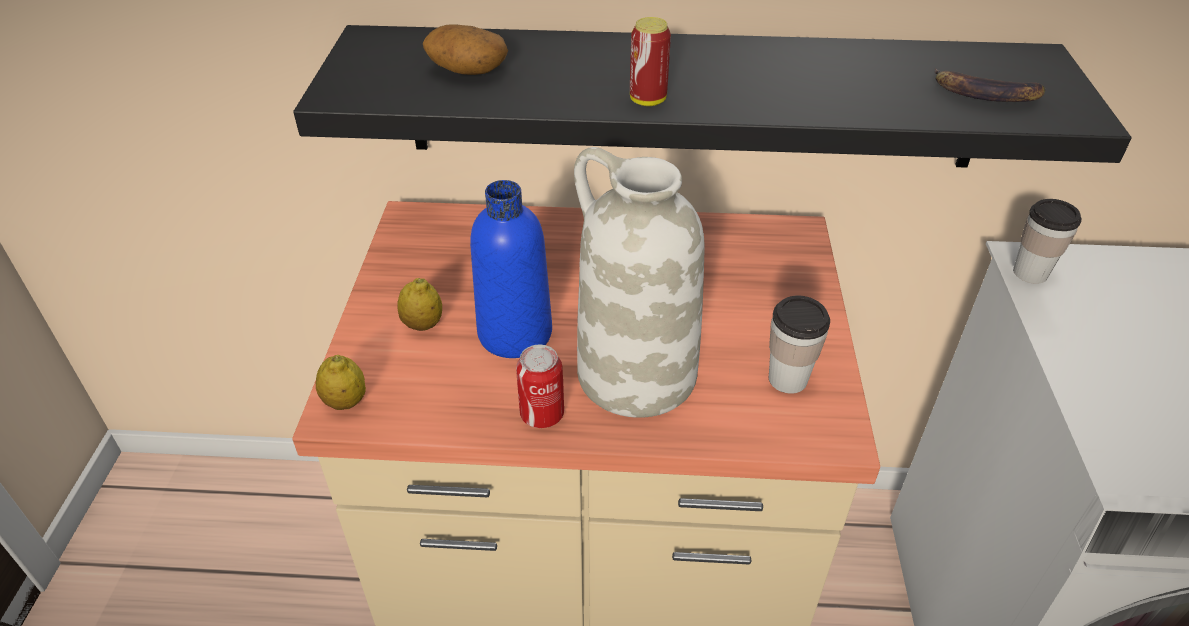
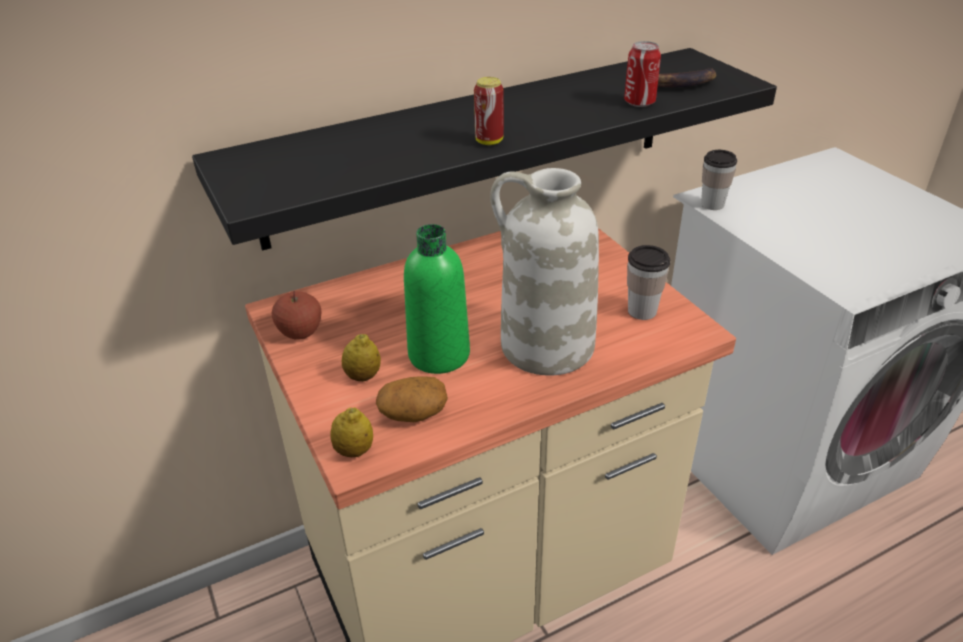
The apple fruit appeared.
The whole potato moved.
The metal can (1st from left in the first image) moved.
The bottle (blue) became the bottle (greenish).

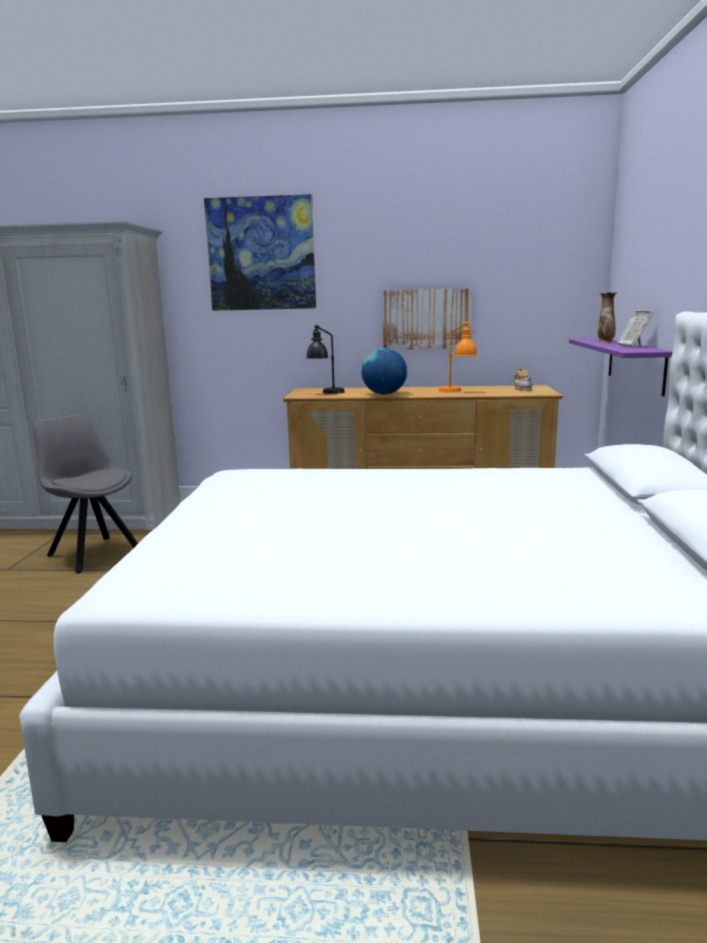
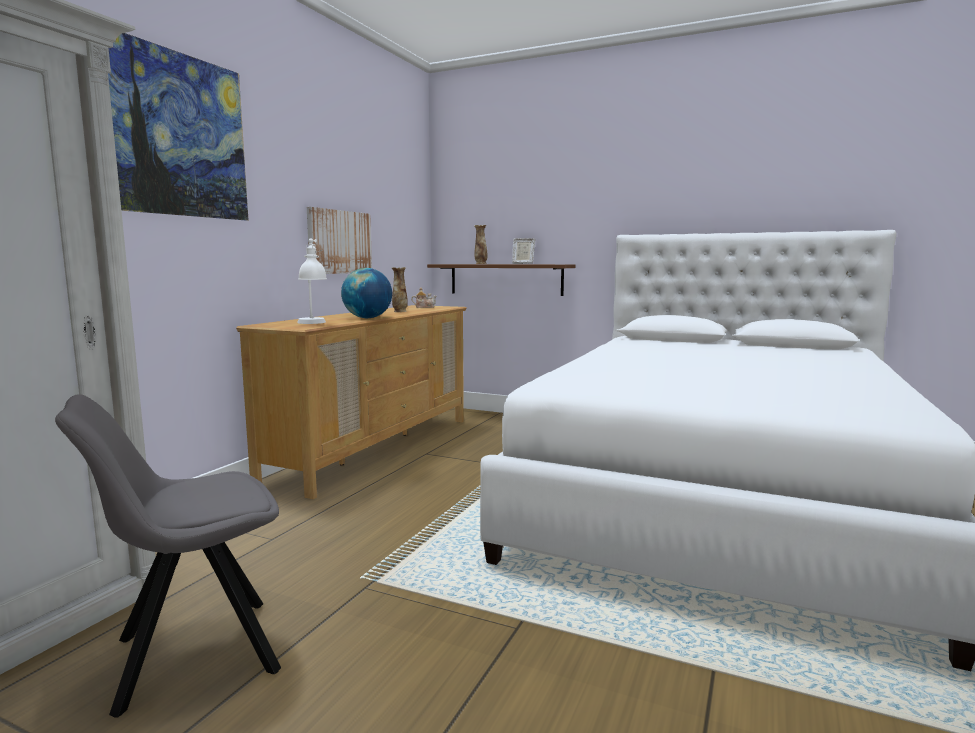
The table lamp (orangey) was replaced by the decorative vase (1st from left).
The table lamp (black) became the table lamp (whitish).
The shelf (purple) became the shelf (brownish).

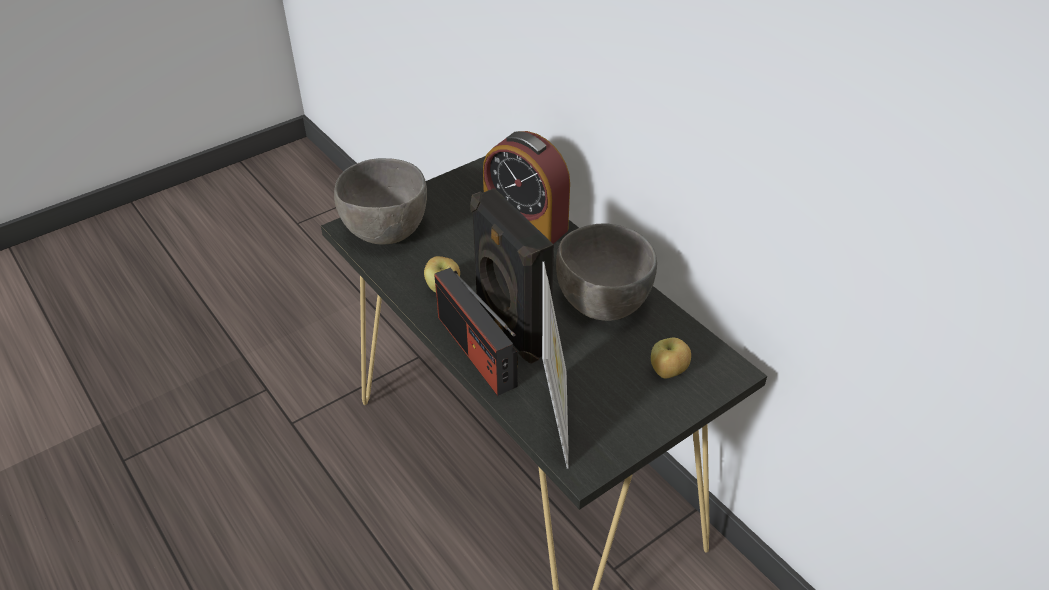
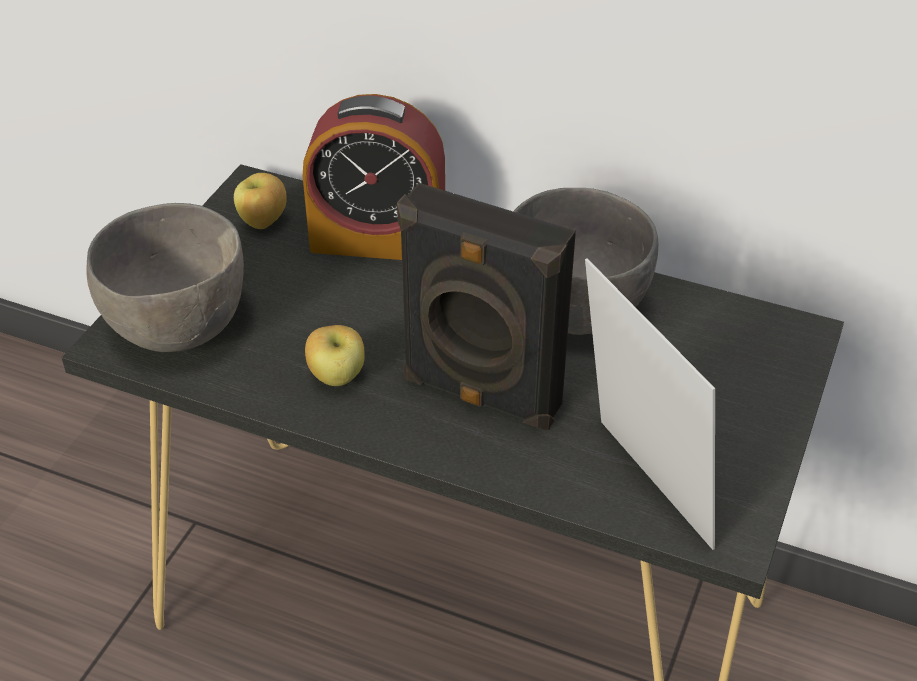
The radio receiver disappeared.
The apple fruit (2nd from left in the first image) moved.

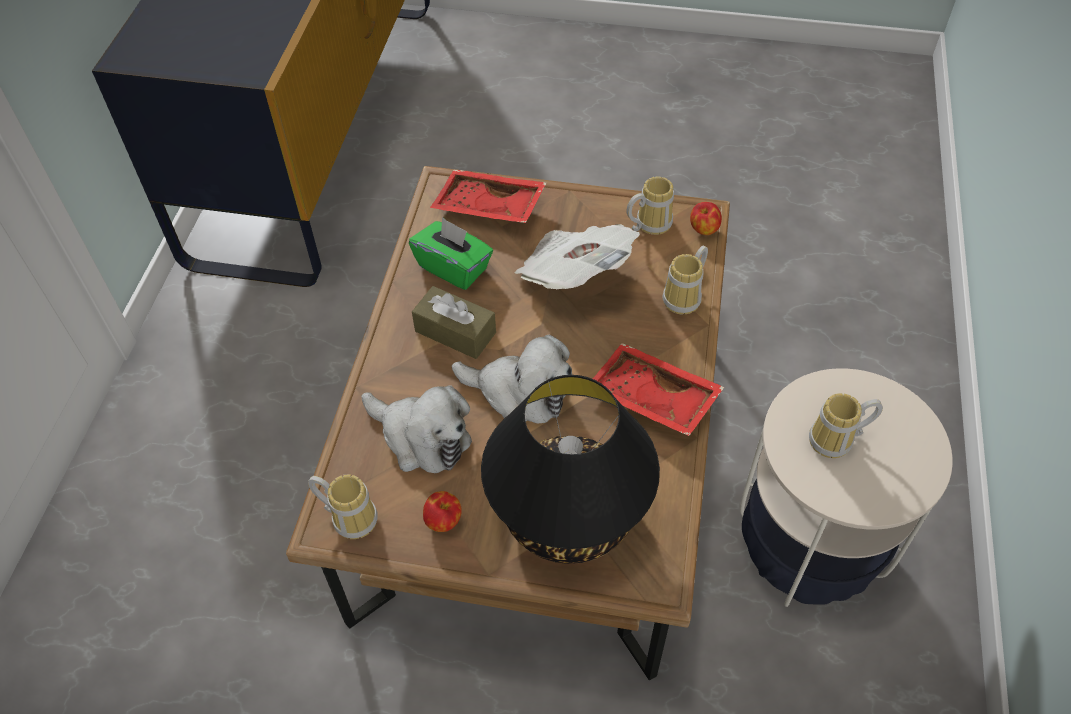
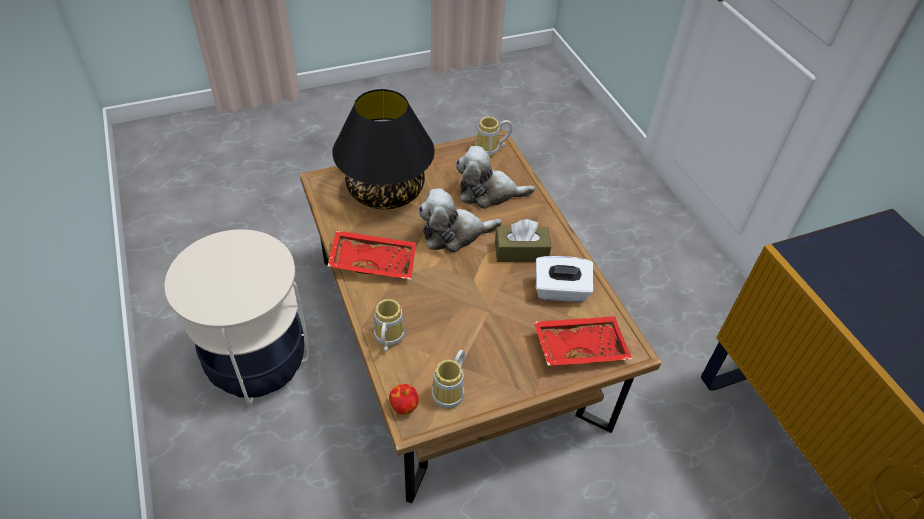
The apple fruit (1st from left) disappeared.
The newspaper disappeared.
The tea mug (4th from left) disappeared.
The tissue holder (greenish) became the tissue holder (whitish).

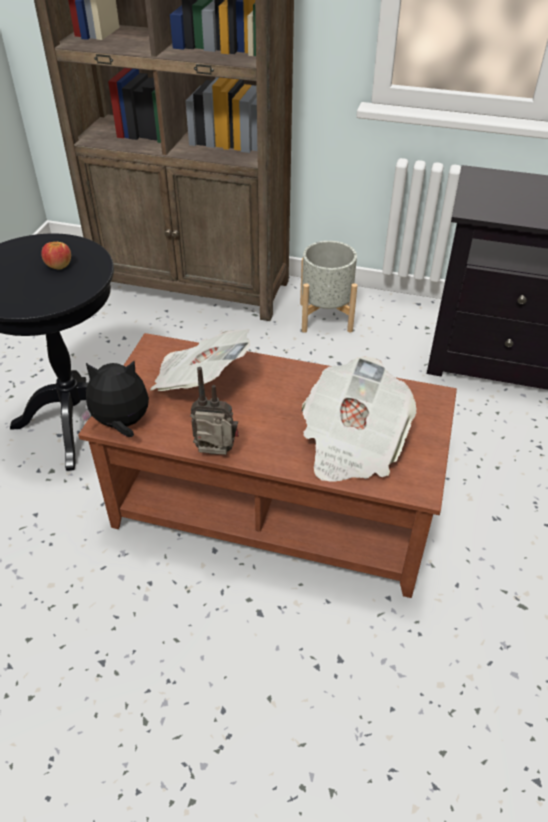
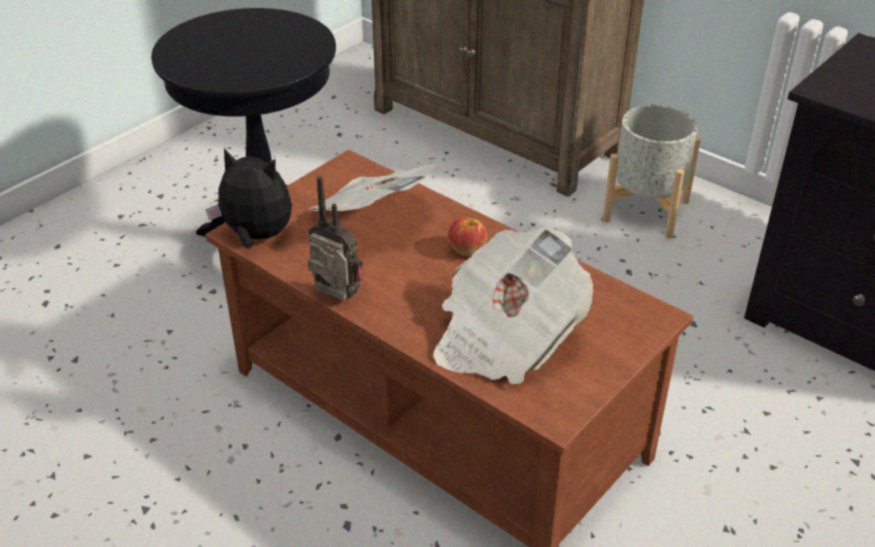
The apple fruit moved.

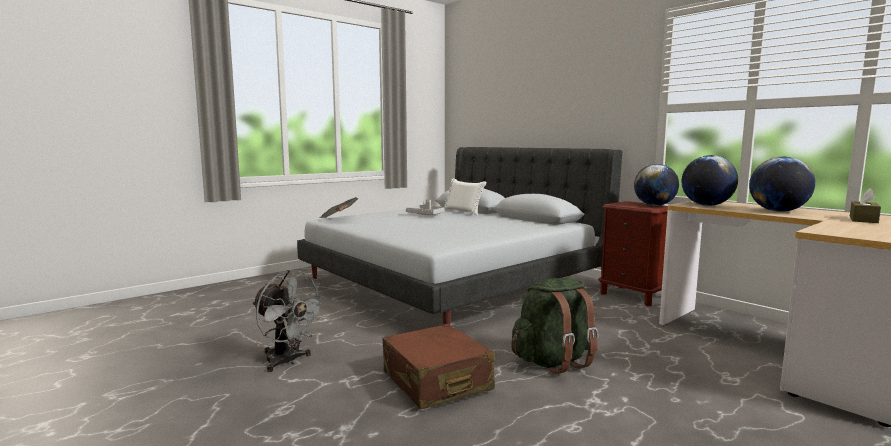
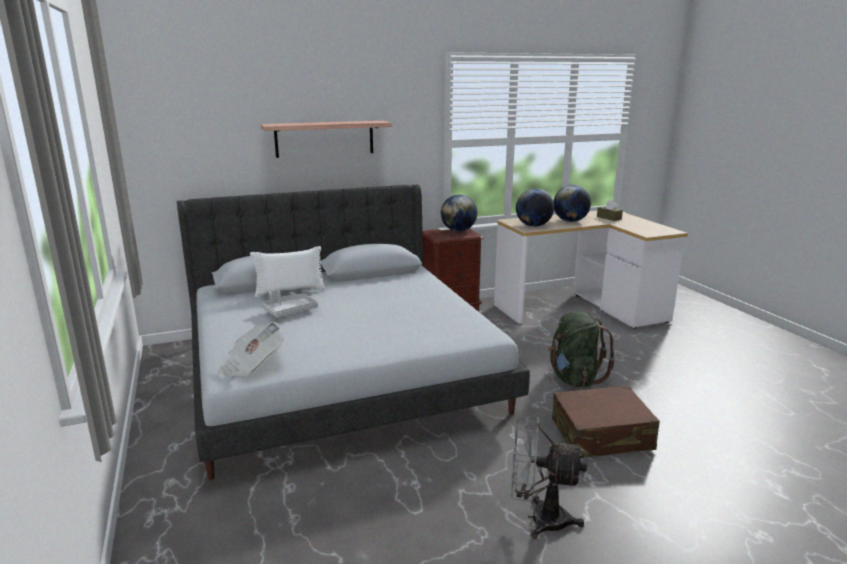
The shelf appeared.
The cooling fan (gray) turned 135 degrees counterclockwise.

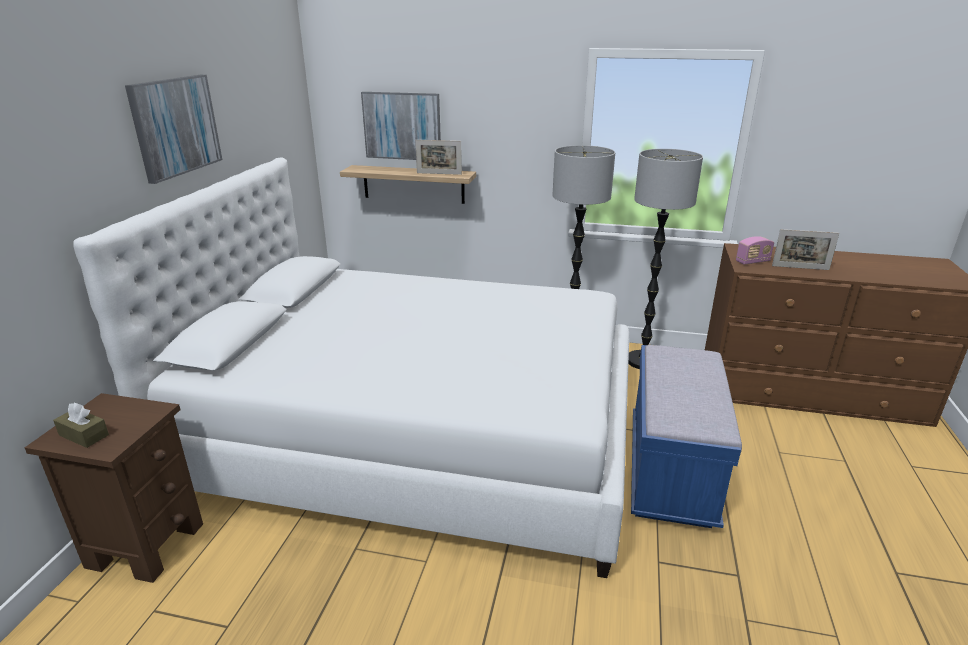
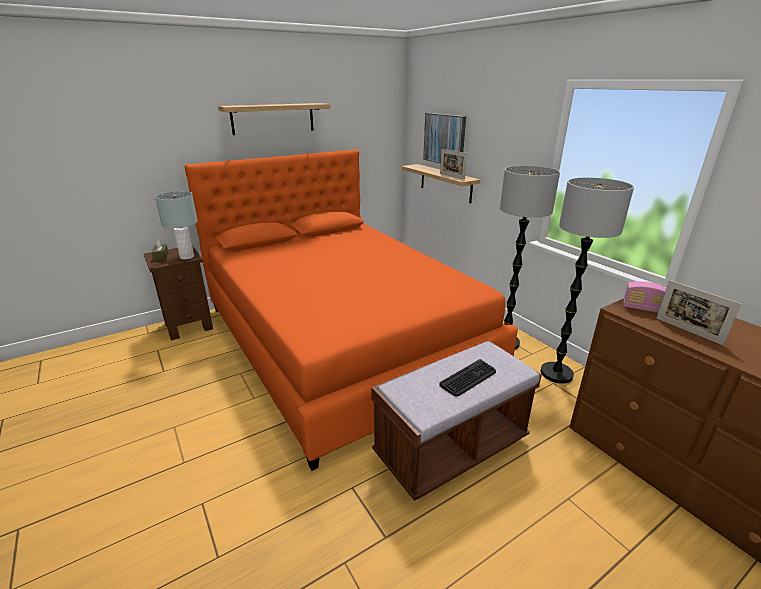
The table lamp (gray) appeared.
The PC keyboard appeared.
The picture (1st from left) was replaced by the shelf (1st from left).
The sleeping bed (whitish) became the sleeping bed (orangey).
The indoor bench (blue) became the indoor bench (brownish).

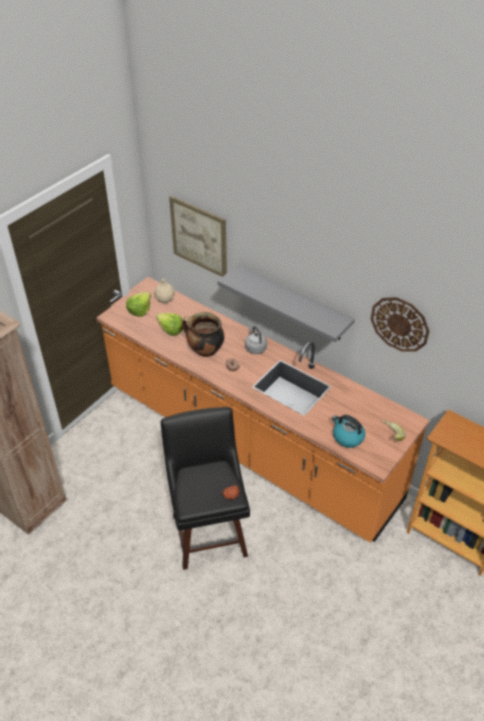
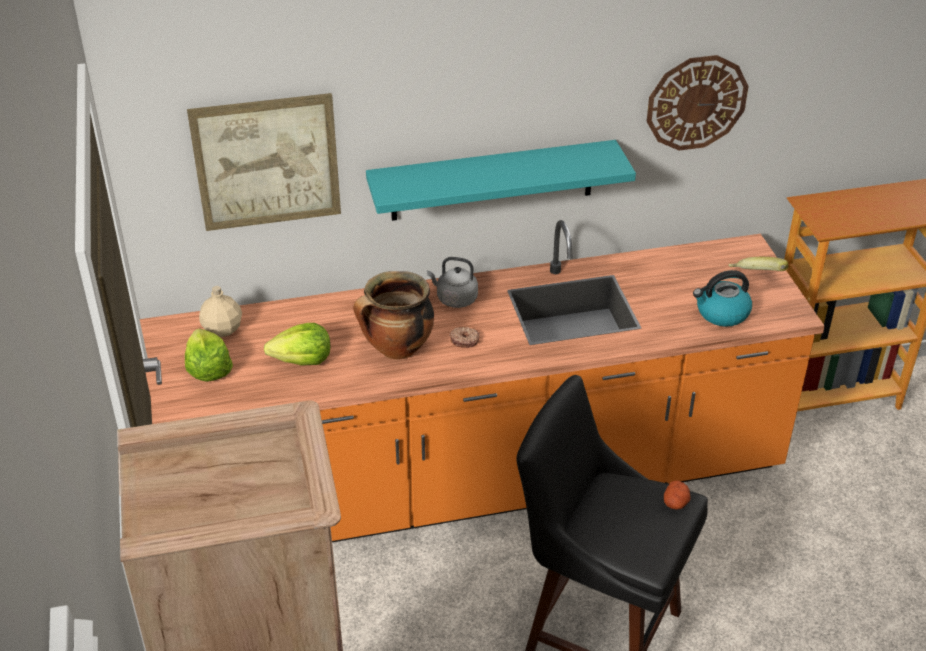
The shelf (gray) became the shelf (turquoise).

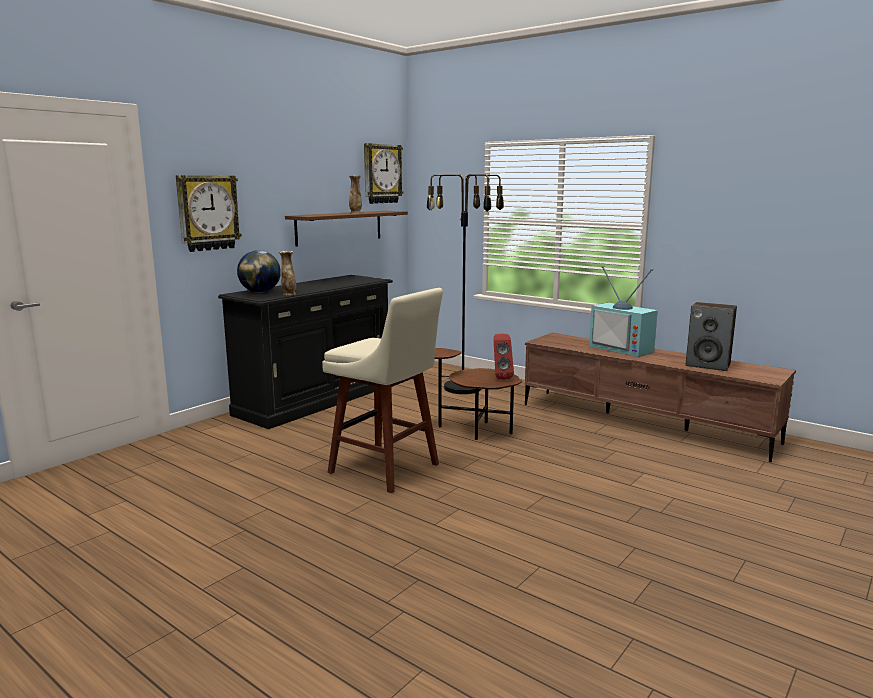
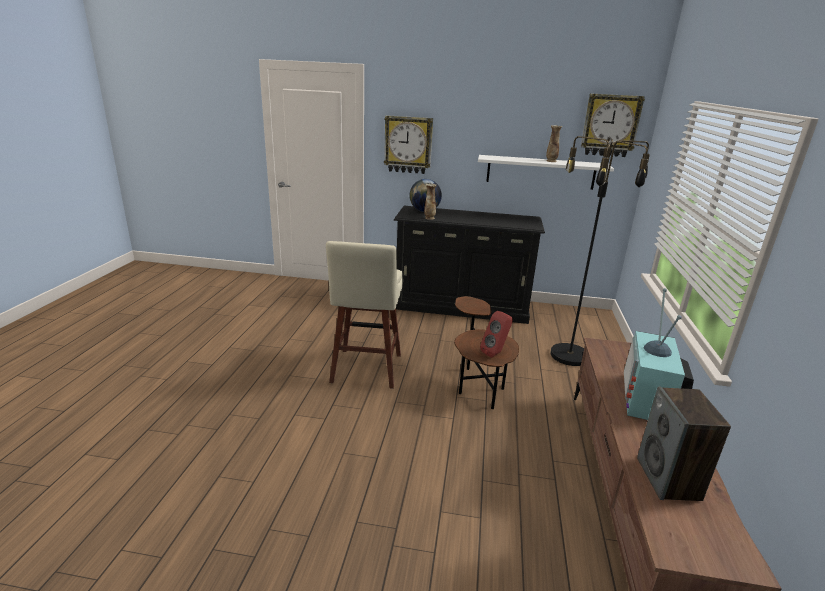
The shelf (brownish) became the shelf (whitish).

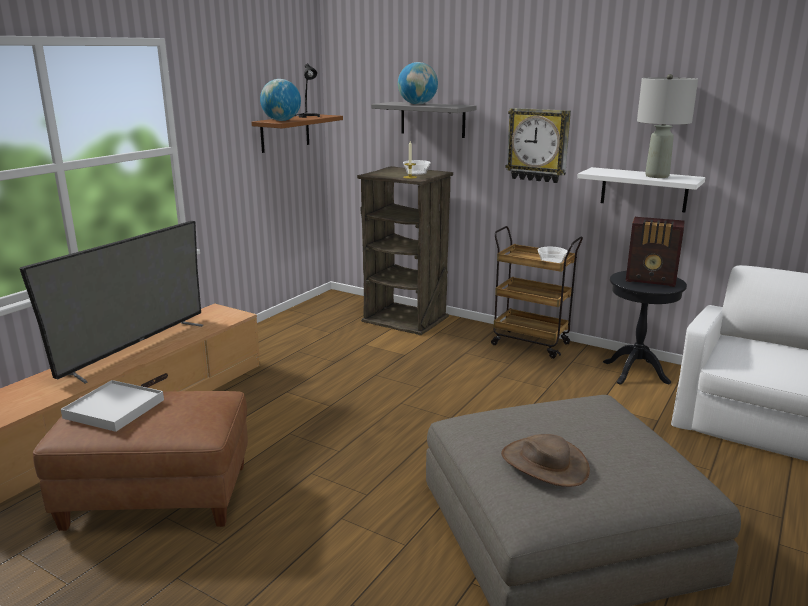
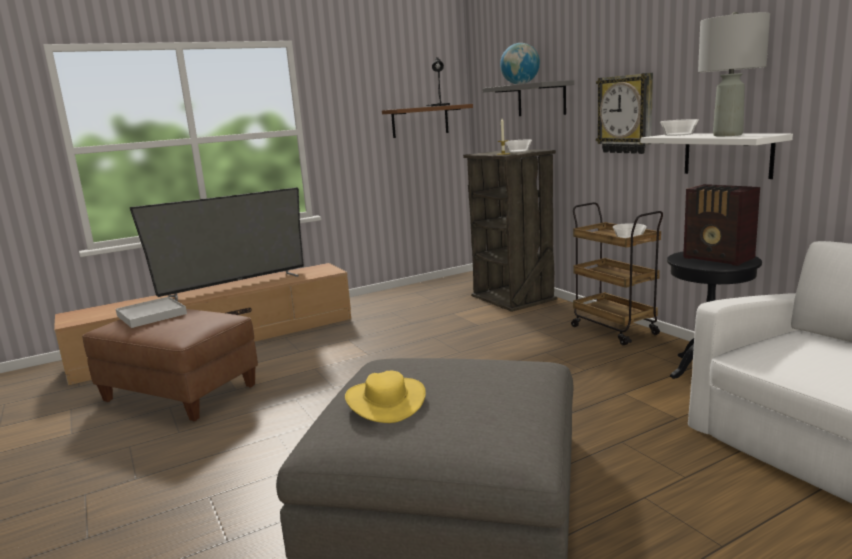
The world globe (1st from left) disappeared.
The bowl (3rd from left) appeared.
The hat (brownish) became the hat (yellowish).

